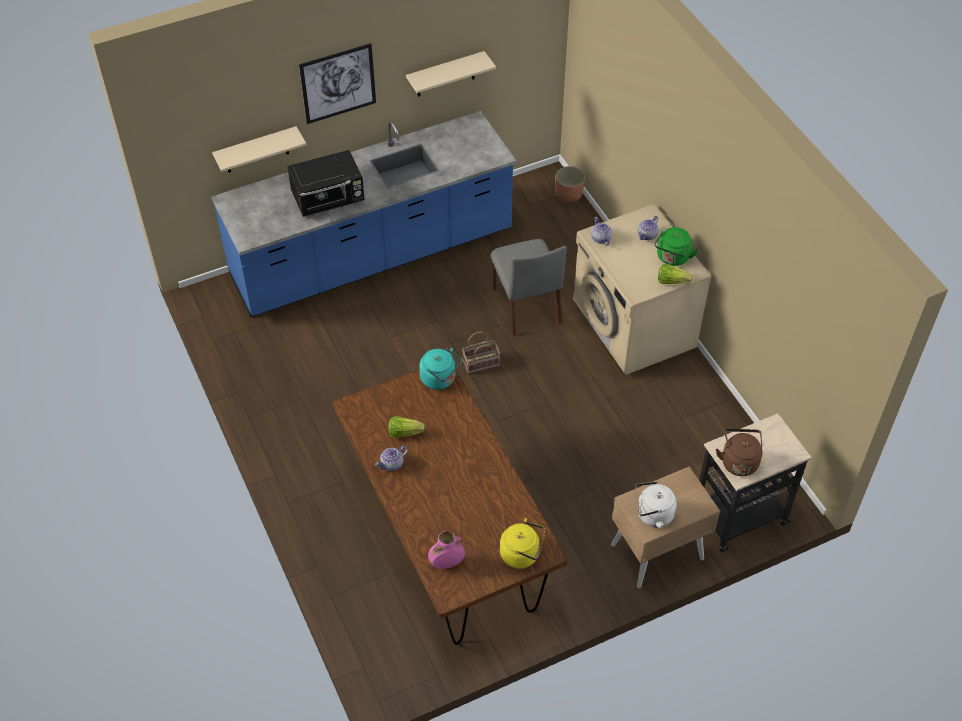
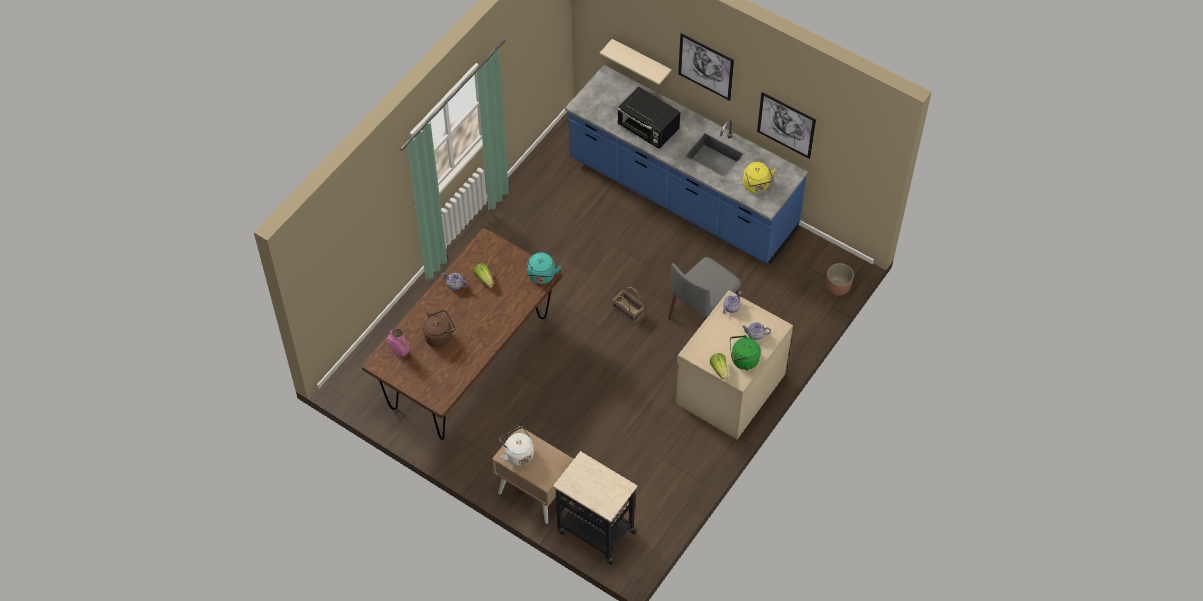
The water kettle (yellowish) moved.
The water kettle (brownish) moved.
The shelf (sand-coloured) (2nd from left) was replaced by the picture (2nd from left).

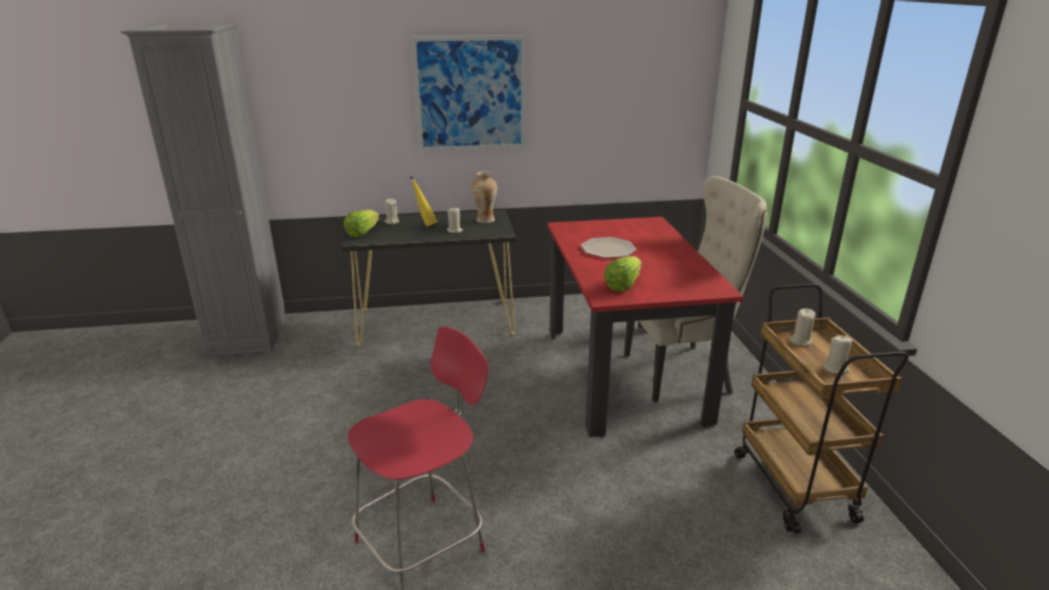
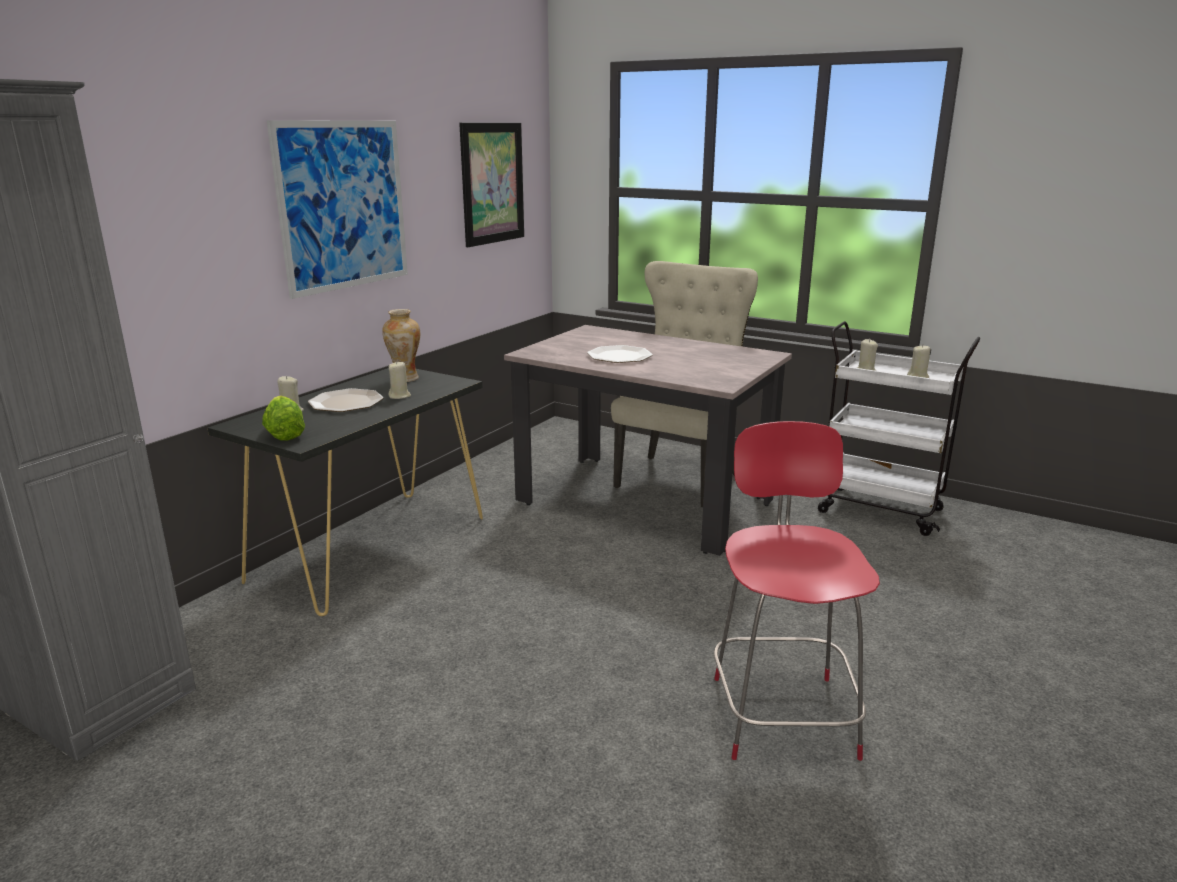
The lettuce (2nd from left) disappeared.
The picture (2nd from left) appeared.
The bottle (yellowish) was replaced by the dinner plate (1st from left).
The kitchen table (reddish) became the kitchen table (sand-coloured).
The wheeled cart (brownish) became the wheeled cart (whitish).

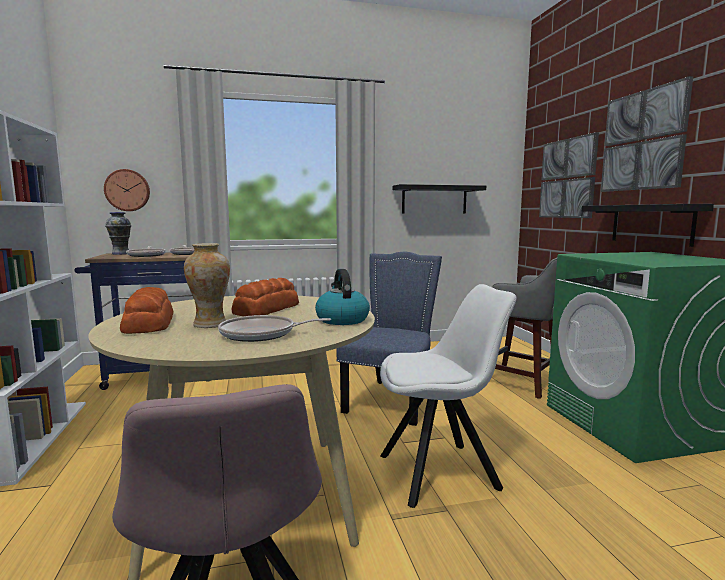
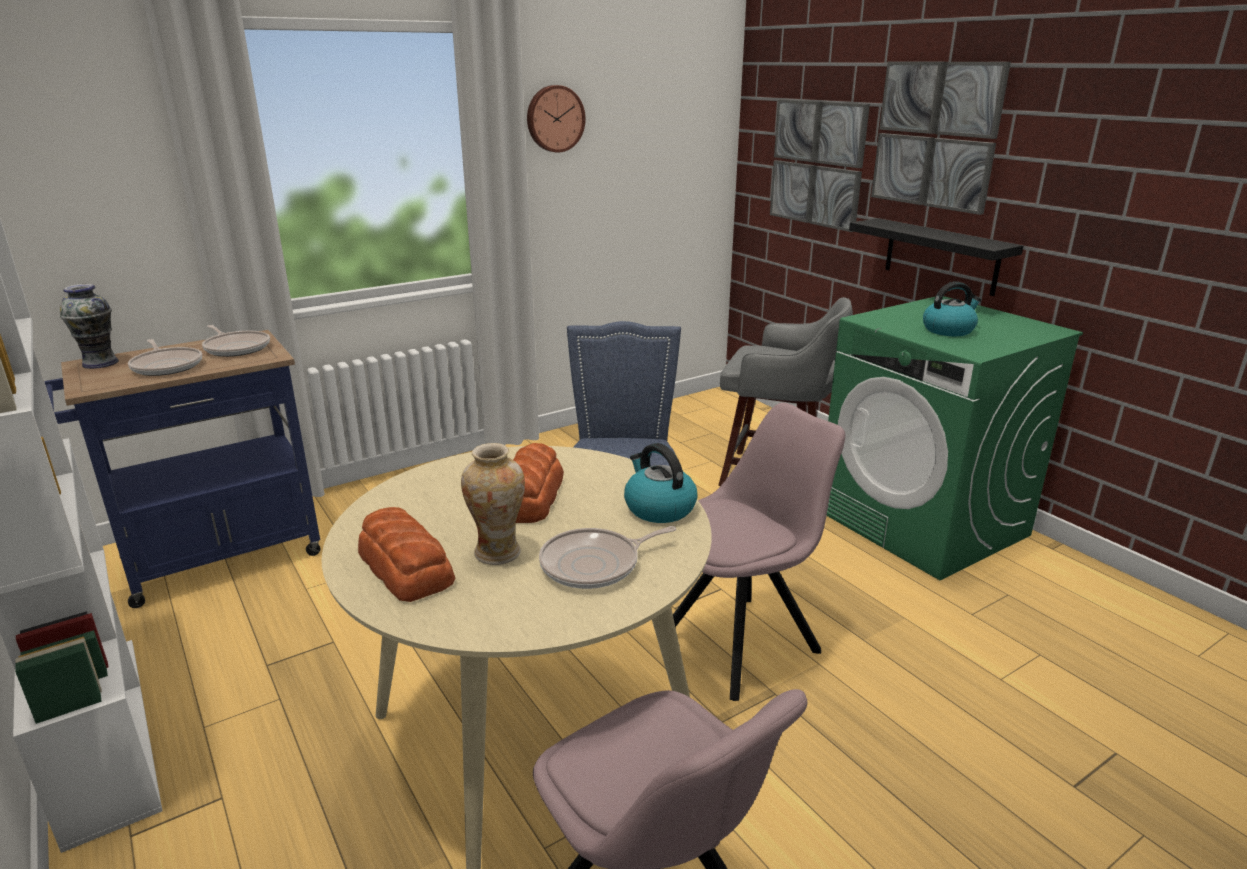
The shelf (black) (1st from left) disappeared.
The water kettle (2nd from left) appeared.
The clock on the wall moved.
The chair (whitish) became the chair (pinkish) (2nd from left).

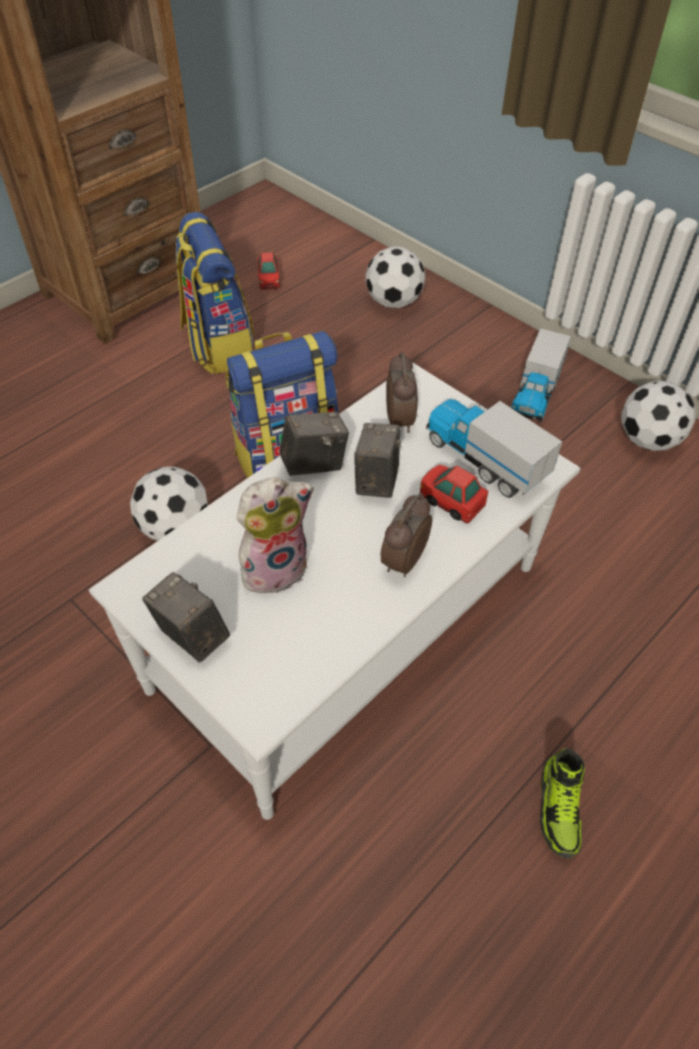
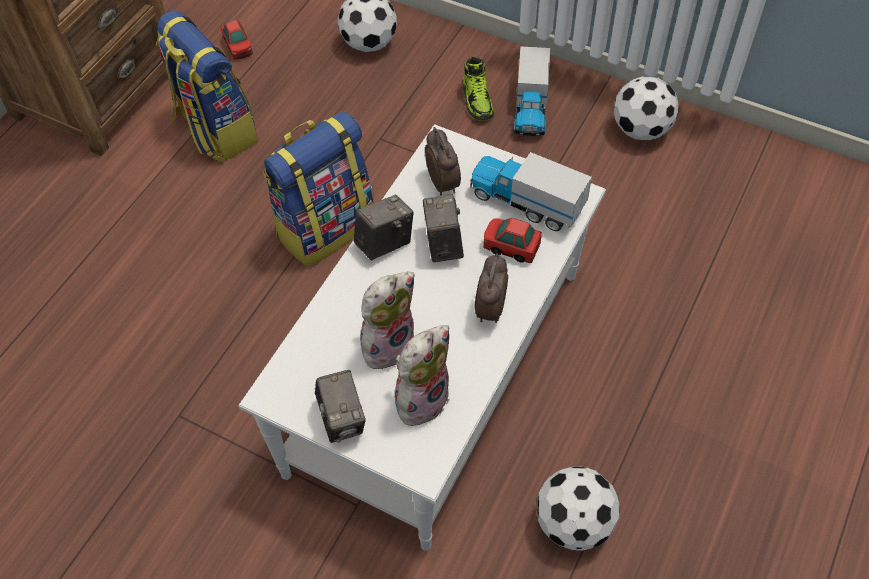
The soft toy (2nd from left) appeared.
The football (1st from left in the first image) moved.
The item of footwear moved.
The photo camera (1st from left) turned 135 degrees counterclockwise.

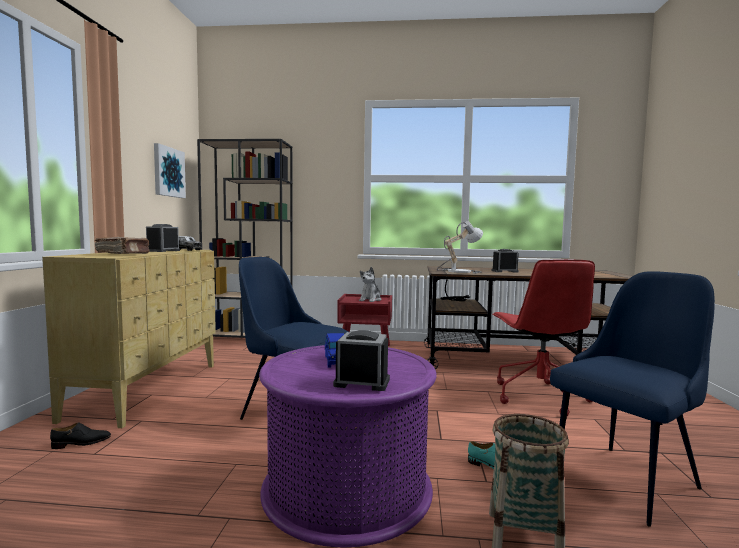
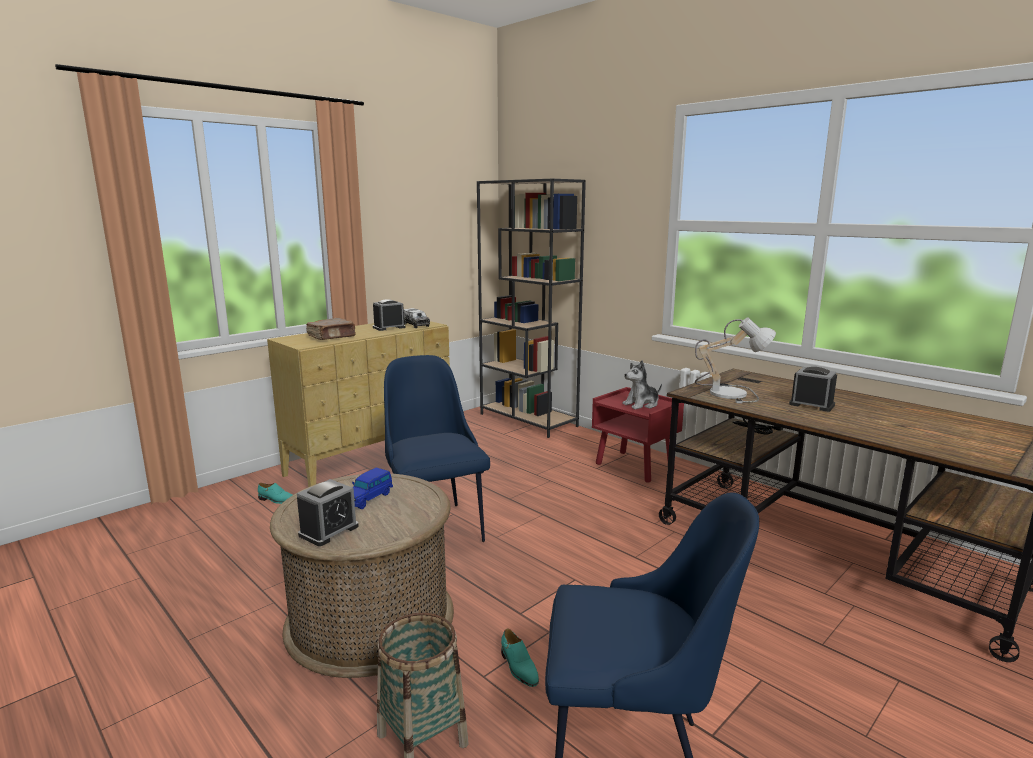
The picture disappeared.
The desk chair (reddish) disappeared.
The item of footwear (black) became the item of footwear (turquoise) (1st from left).
The coffee table (purple) became the coffee table (brownish).
The bedside clock (2nd from left in the first image) turned 75 degrees clockwise.

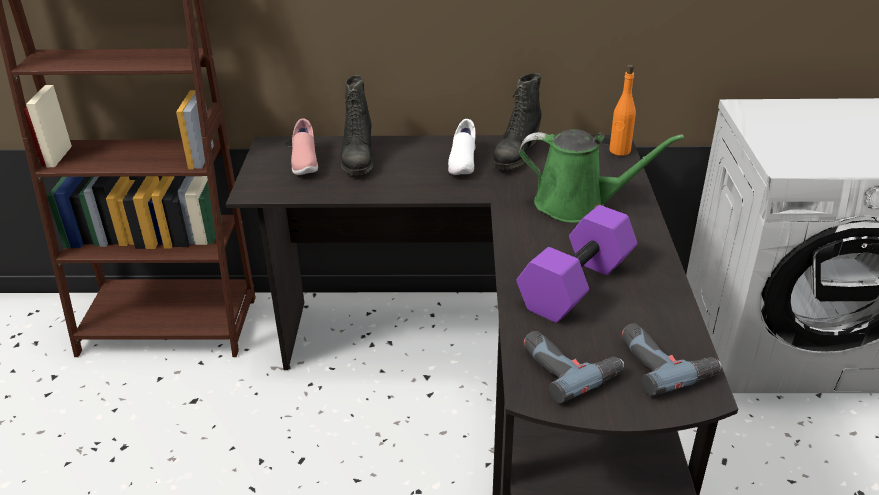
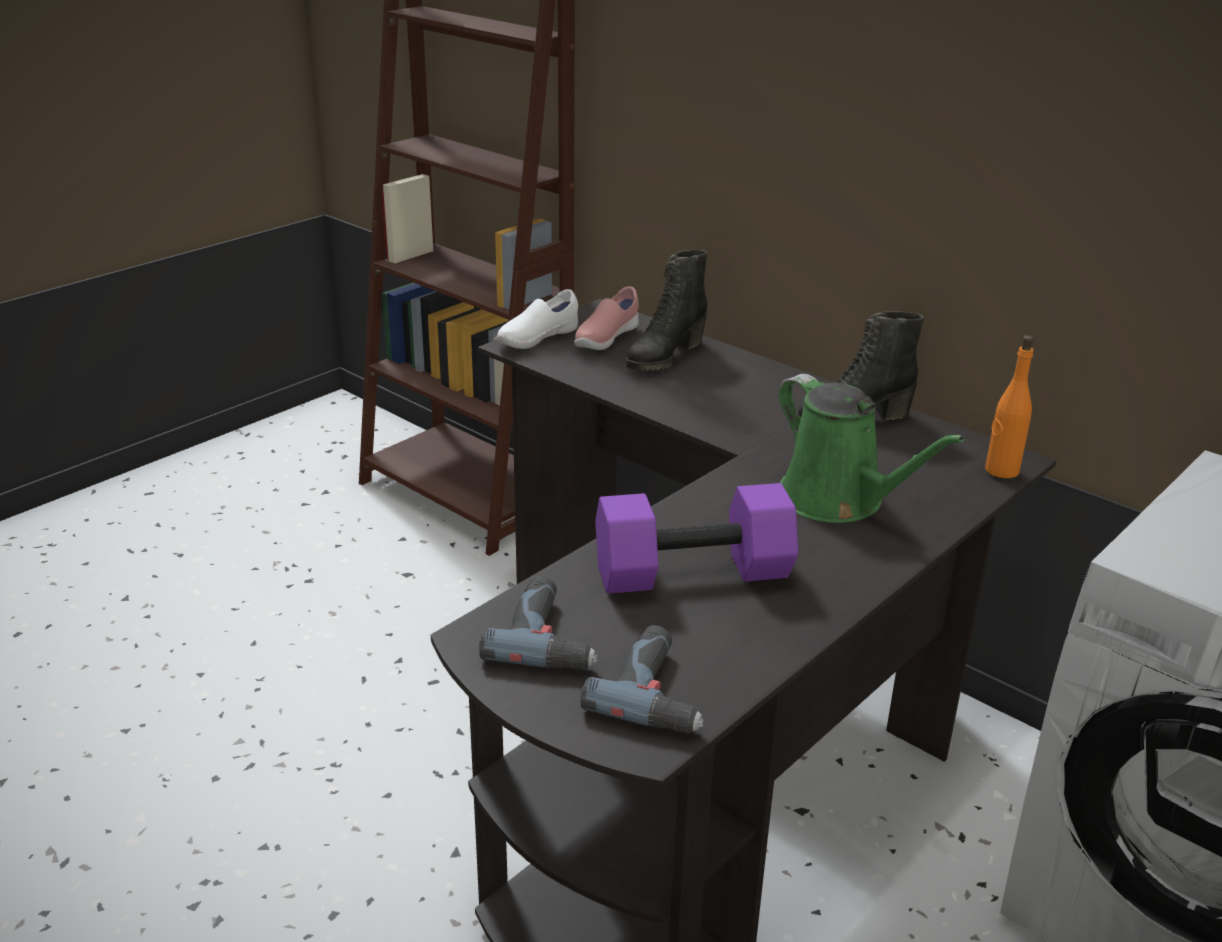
The item of footwear (whitish) moved.

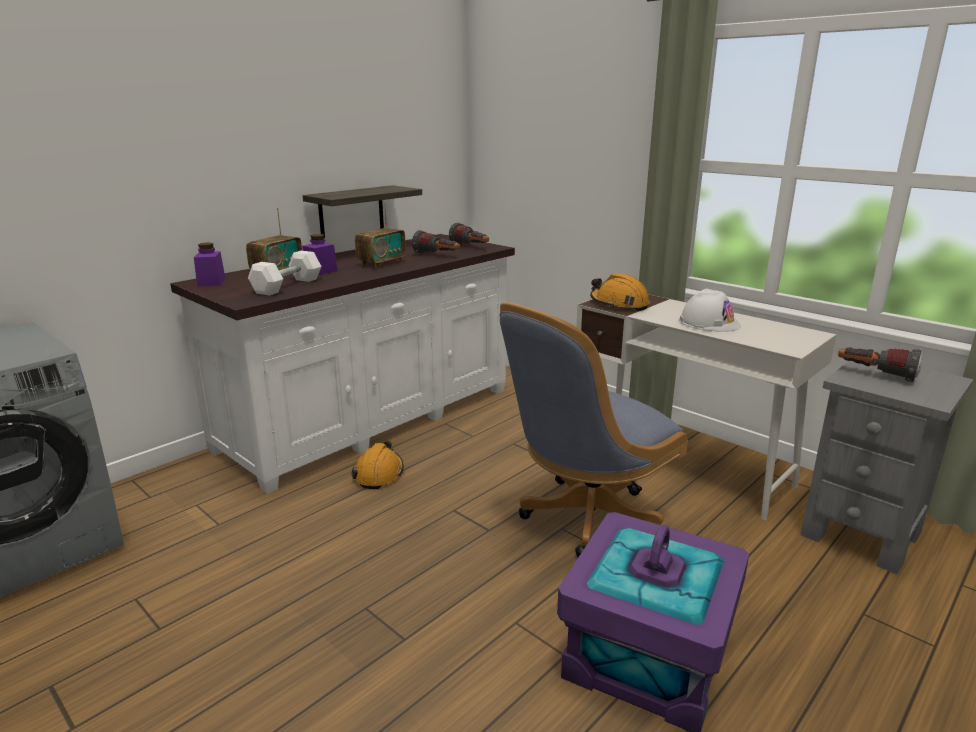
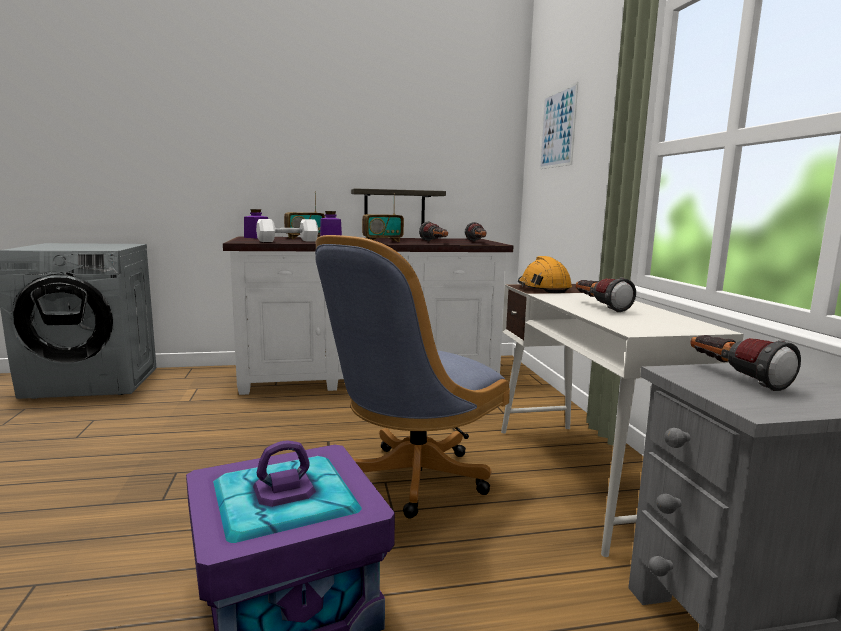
The safety helmet (orangey) (1st from left) disappeared.
The picture appeared.
The safety helmet (whitish) was replaced by the hand torch (3rd from left).
The desk chair (blue) turned 45 degrees counterclockwise.

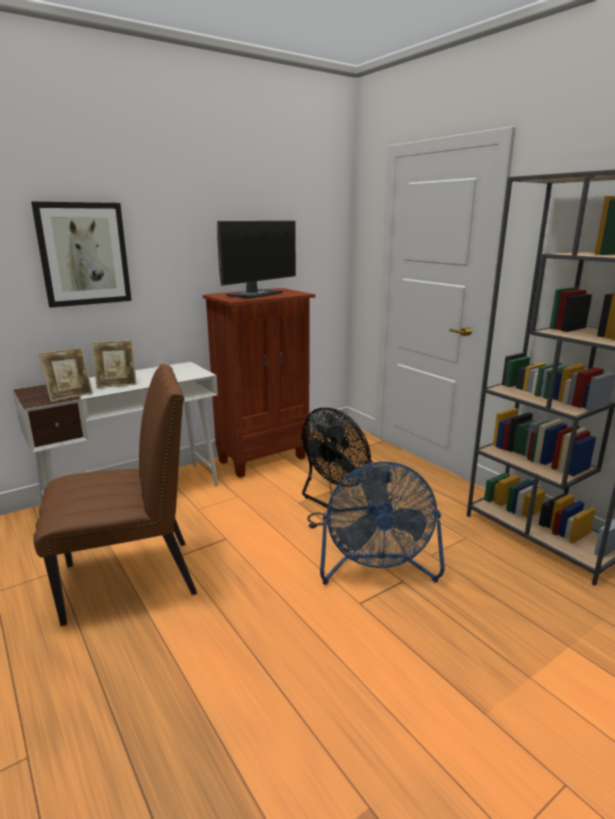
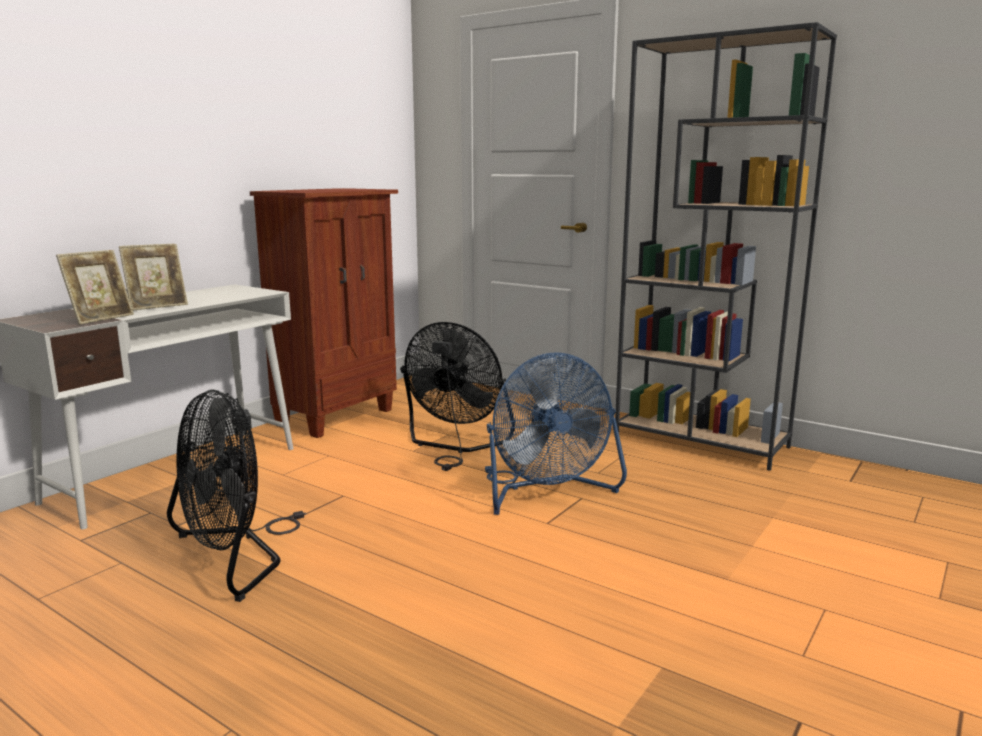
The picture disappeared.
The computer display disappeared.
The chair (brownish) was replaced by the cooling fan (black) (1st from left).

